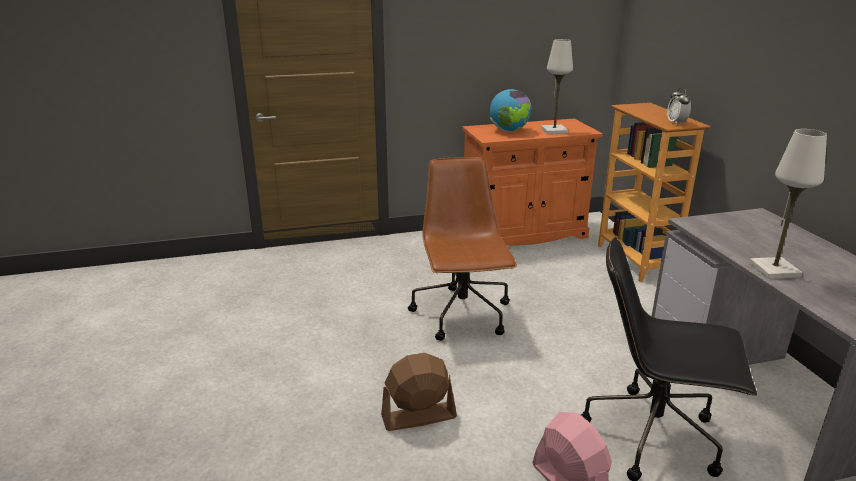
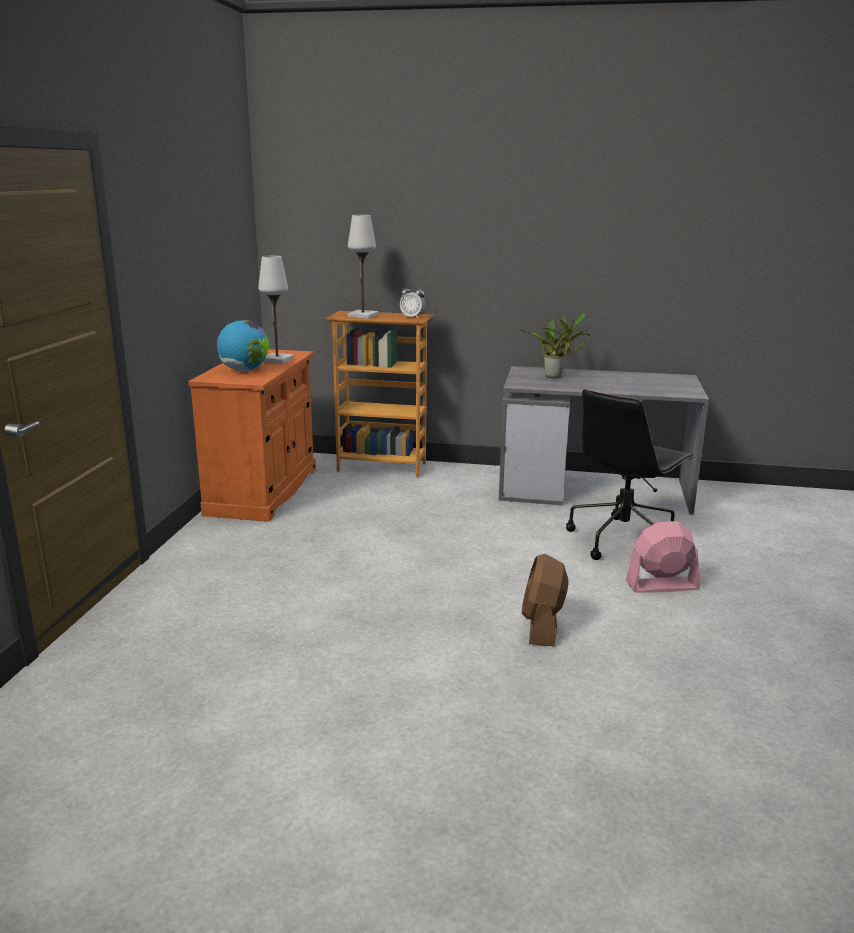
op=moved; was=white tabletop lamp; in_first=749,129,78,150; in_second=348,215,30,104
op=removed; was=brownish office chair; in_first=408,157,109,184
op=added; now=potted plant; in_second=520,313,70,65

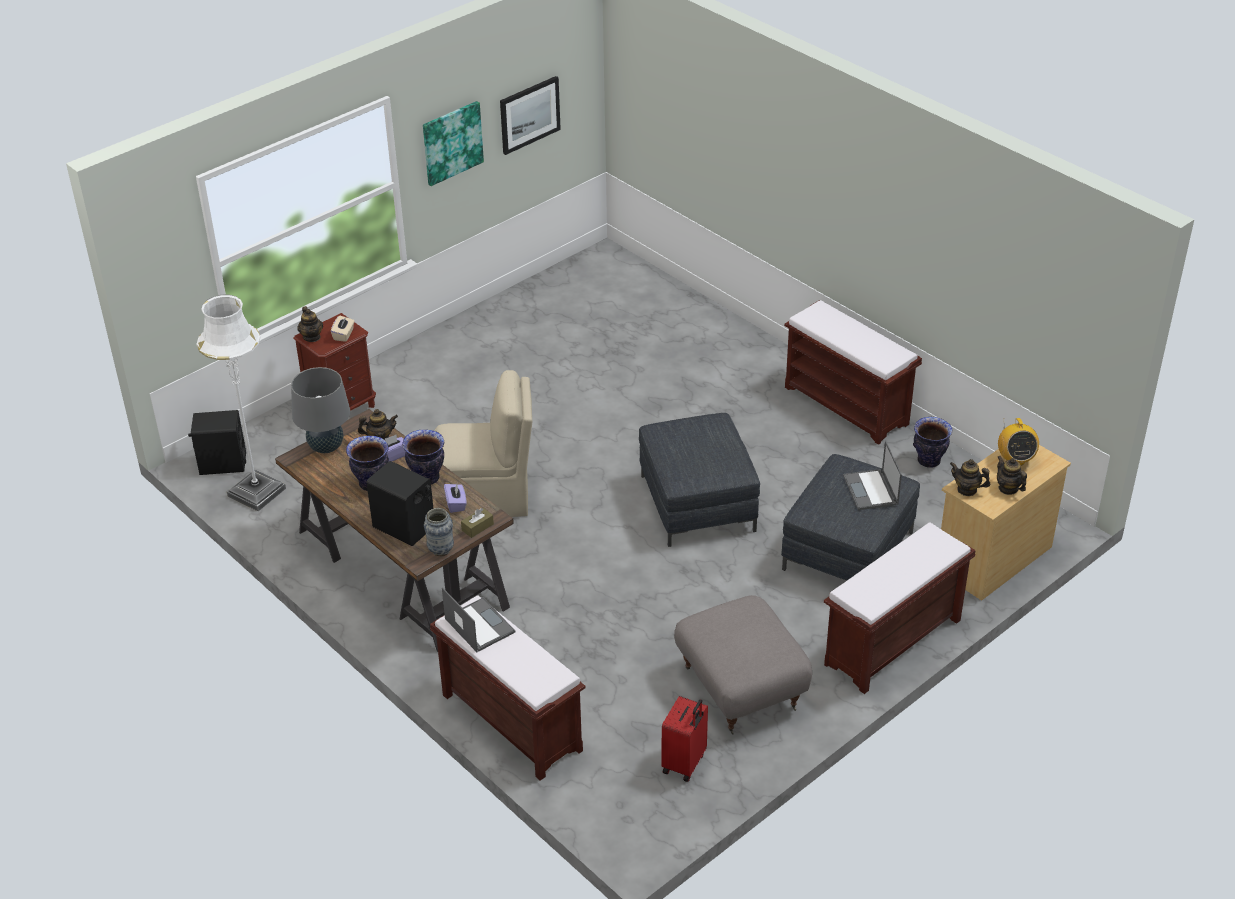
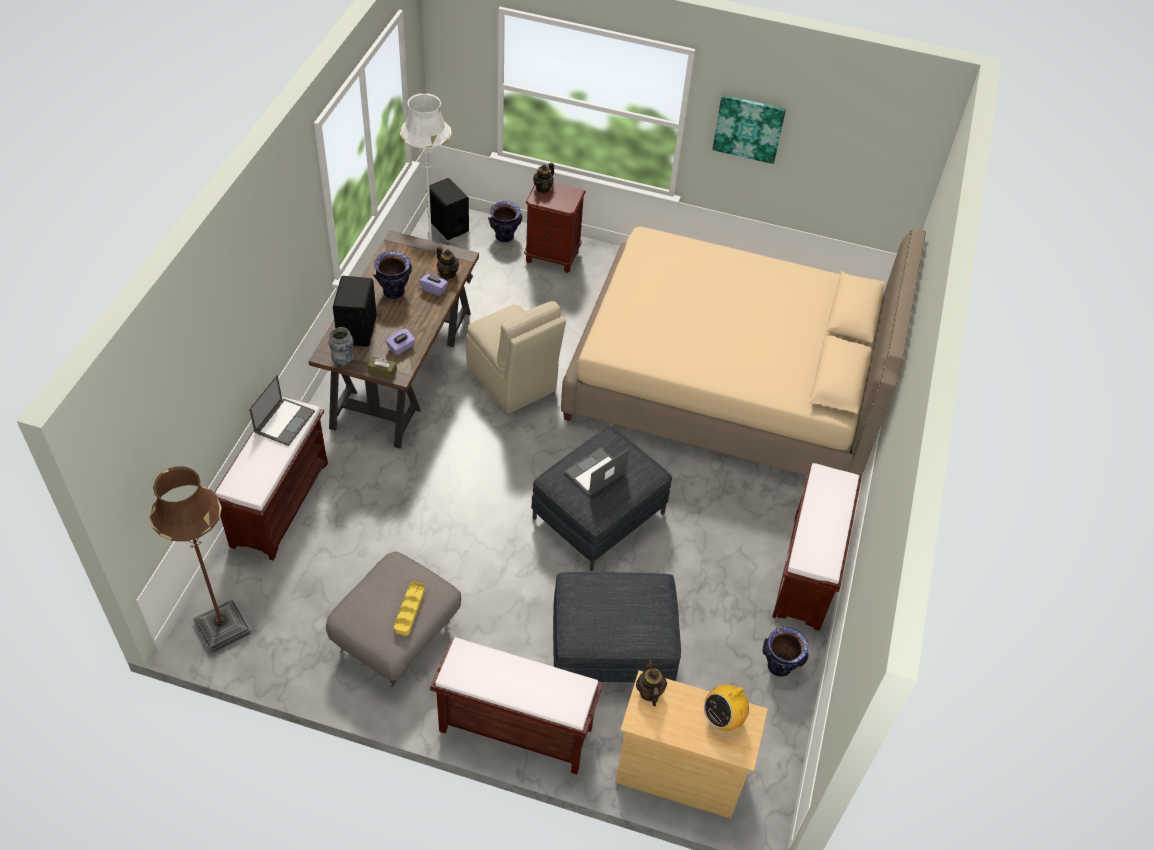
op=removed; was=wall picture; in_first=500,76,61,79
op=removed; was=sand-coloured tissue holder; in_first=331,316,23,26
op=removed; was=greyish tabletop lamp; in_first=291,367,59,86
op=moved; was=flower vase; in_first=402,429,42,55; in_second=488,201,34,41
op=moved; was=portable computer; in_first=843,441,59,69; in_second=564,447,65,50
op=removed; was=tea pot; in_first=997,456,30,39
op=removed; was=reddish travel case; in_first=662,696,46,86
op=added; now=sand-coloured bed; in_second=561,227,365,248
op=added; now=brownish standard lamp; in_second=149,466,103,188
op=added; now=yellowish tray; in_second=394,582,31,54

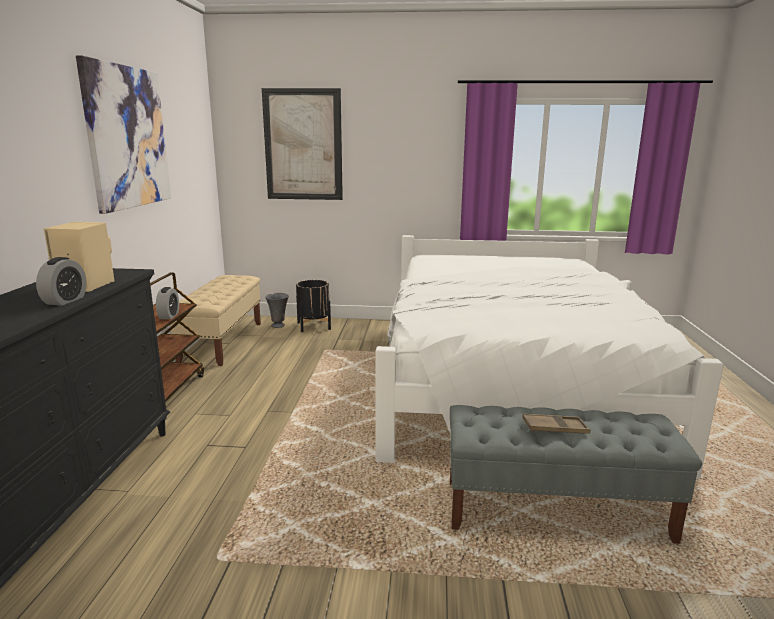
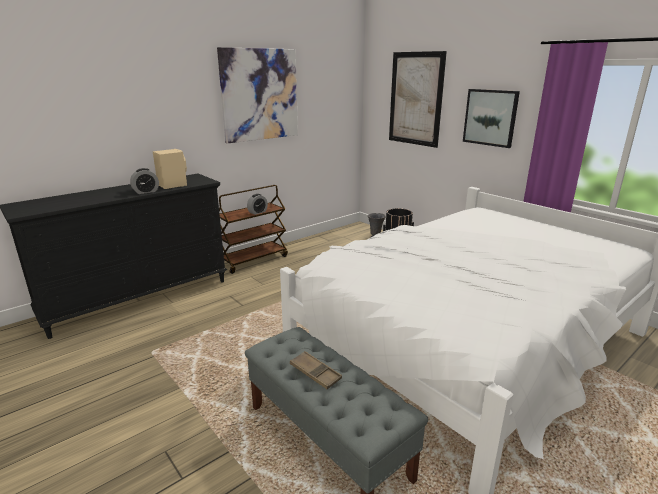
op=removed; was=sand-coloured indoor bench; in_first=170,275,91,91
op=added; now=wall picture; in_second=463,89,57,59

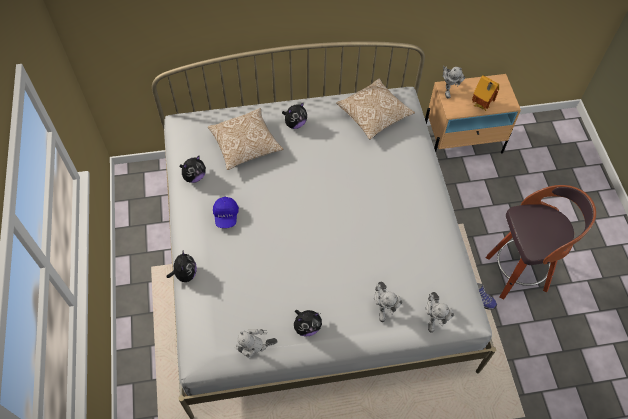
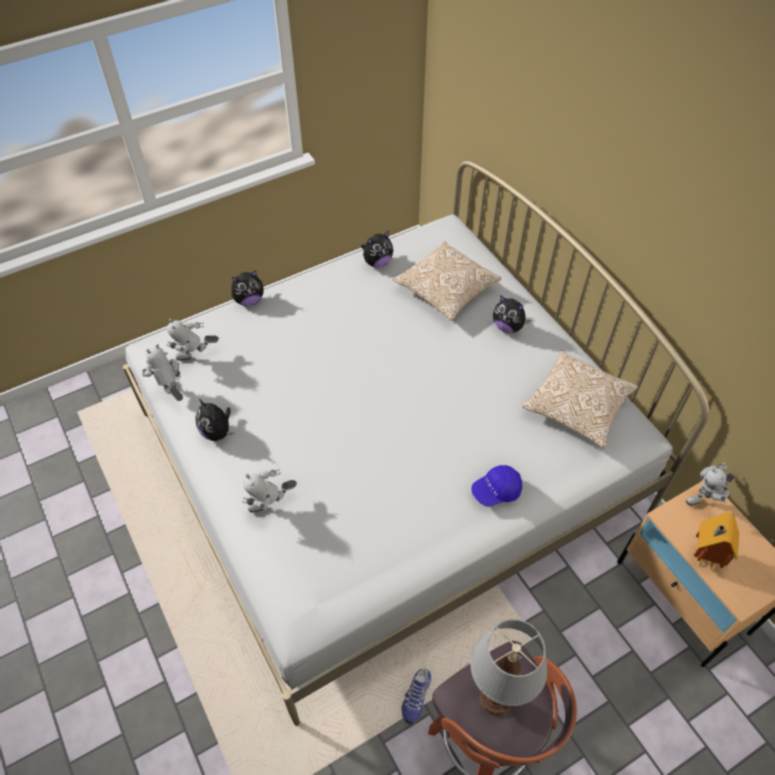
op=turned; was=soft toy; in_first=180,156,26,27; in_second=361,231,32,36; clockwise=-60
op=moved; was=blue-coloured baseball cap; in_first=213,197,26,31; in_second=471,465,51,42
op=moved; was=robot figure; in_first=425,292,29,41; in_second=166,319,53,41
op=added; now=tabletop lamp; in_second=470,619,78,97

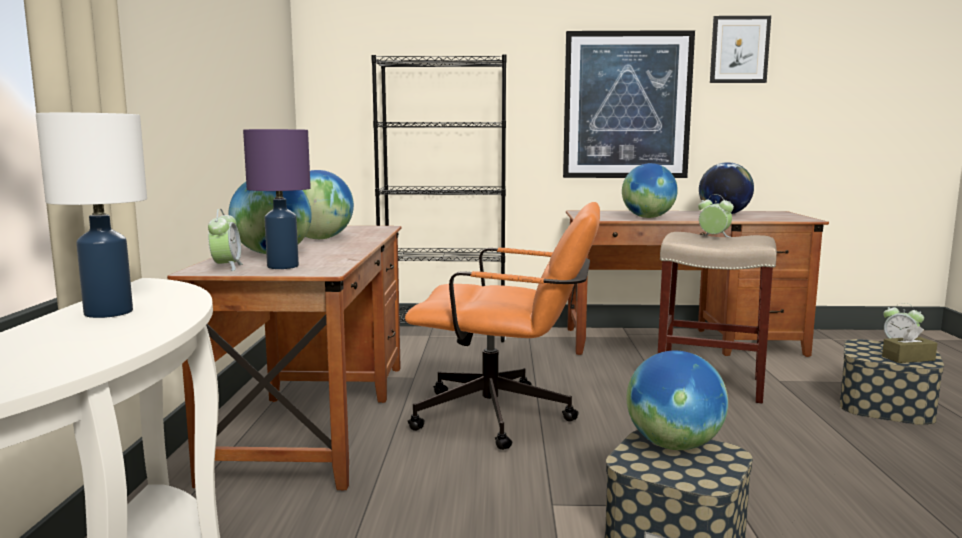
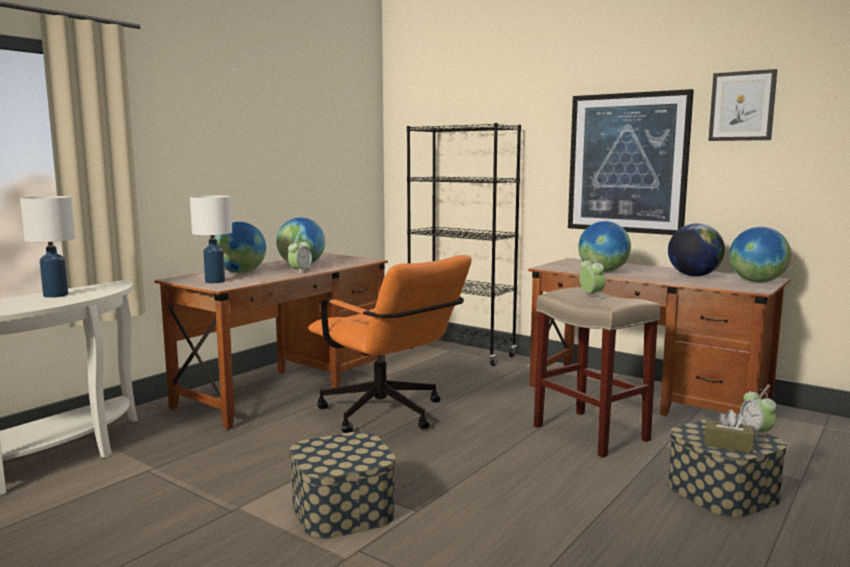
op=recoloured; was=purple-coloured tabletop lamp; now=white tabletop lamp; in_first=243,129,68,140; in_second=190,196,42,87
op=moved; was=bedside clock; in_first=208,209,35,62; in_second=288,238,24,36
op=moved; was=world globe; in_first=627,351,101,99; in_second=729,227,62,55

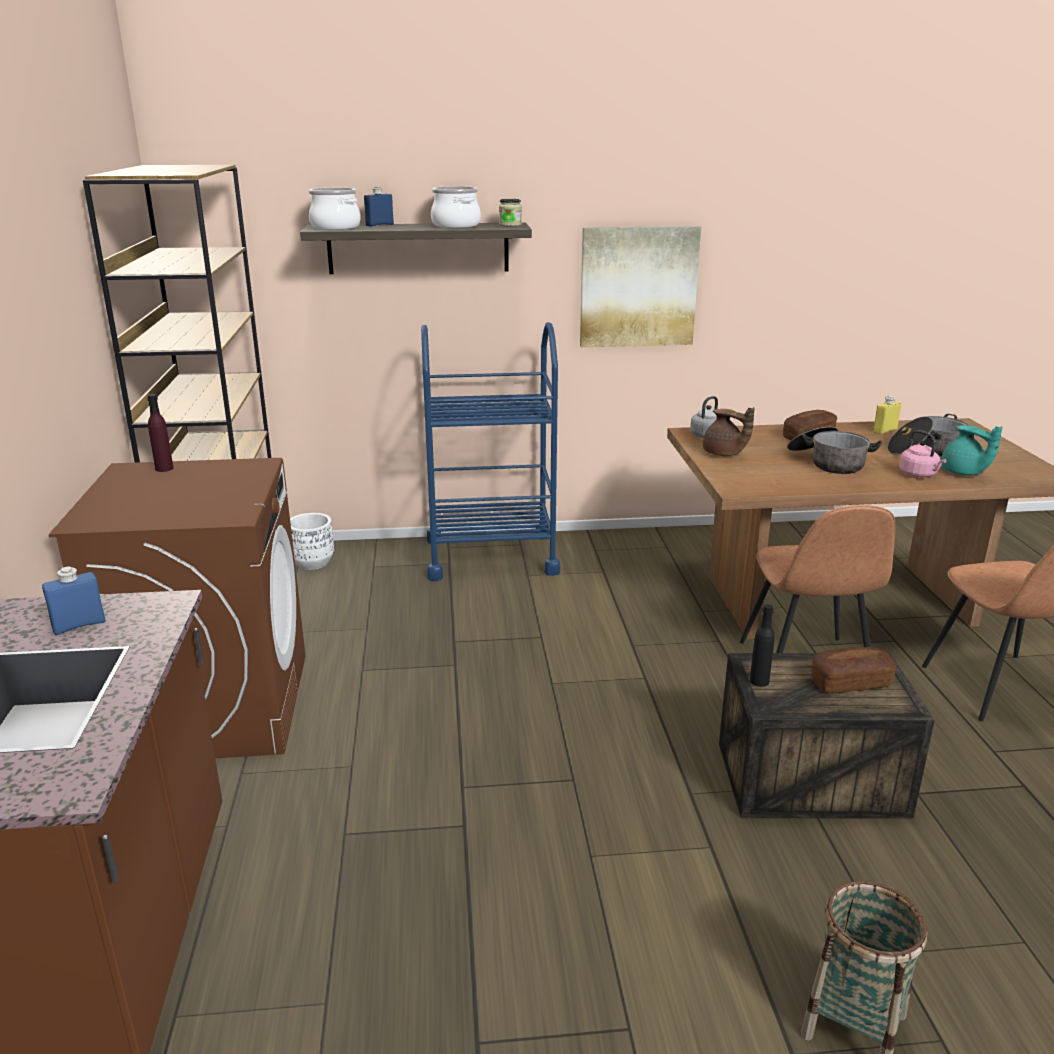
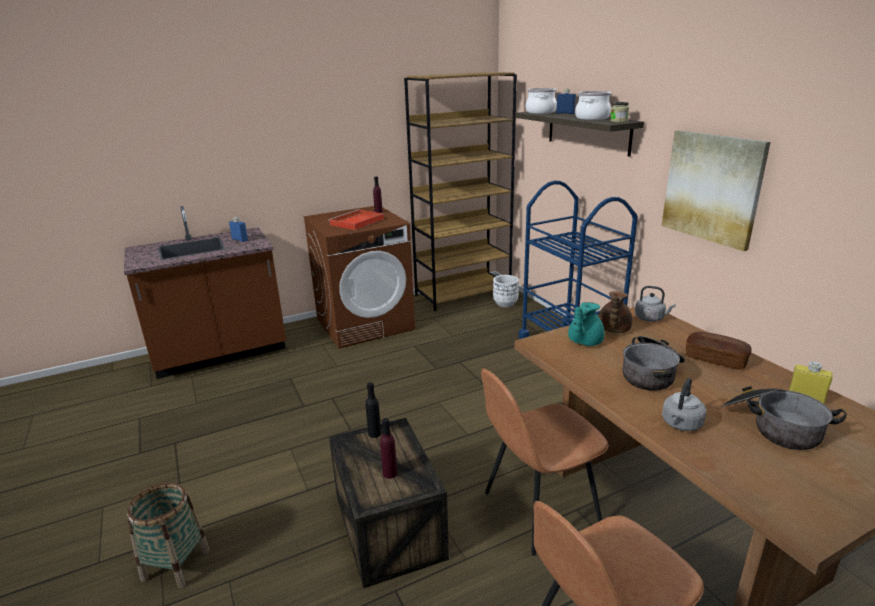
op=moved; was=turquoise tea pot; in_first=941,425,62,51; in_second=568,302,37,44
op=recoloured; was=pinkish water kettle; now=greyish water kettle; in_first=899,430,48,47; in_second=662,378,44,53
op=replaced; was=bakery bread; now=purple-coloured beverage bottle; in_first=811,647,85,46; in_second=380,418,17,61
op=added; now=reddish tray; in_second=329,209,55,21

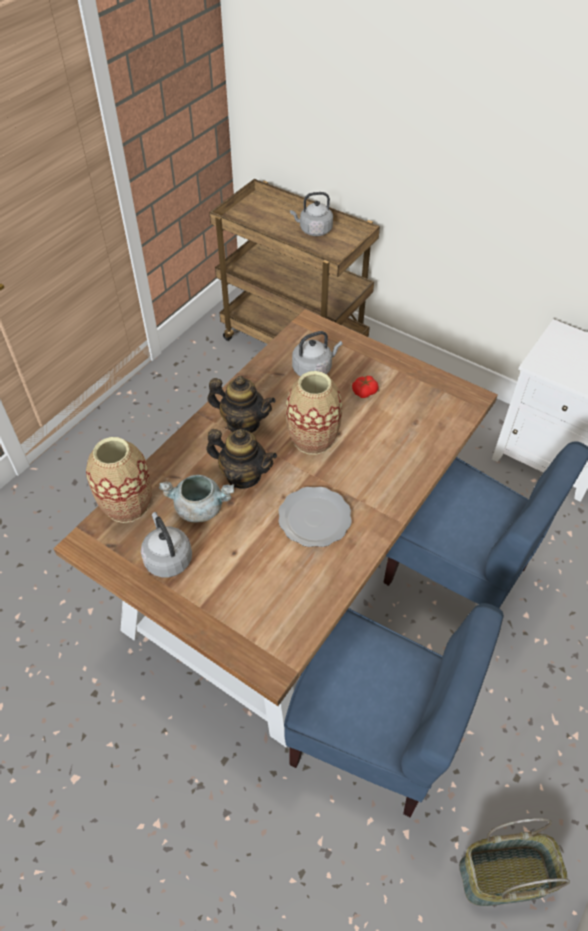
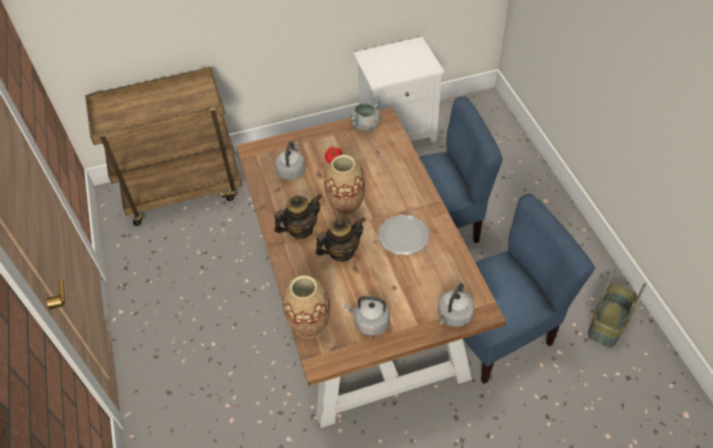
op=moved; was=greyish water kettle; in_first=290,192,43,44; in_second=438,283,37,44
op=moved; was=greyish stockpot; in_first=159,475,75,47; in_second=350,95,32,37

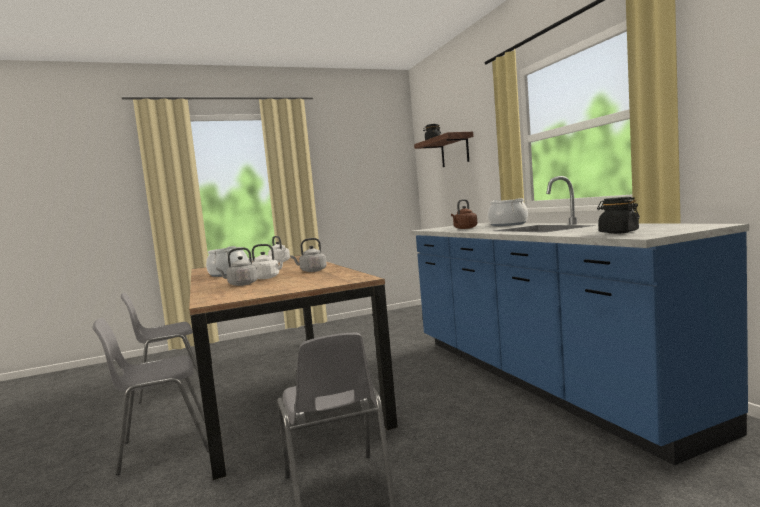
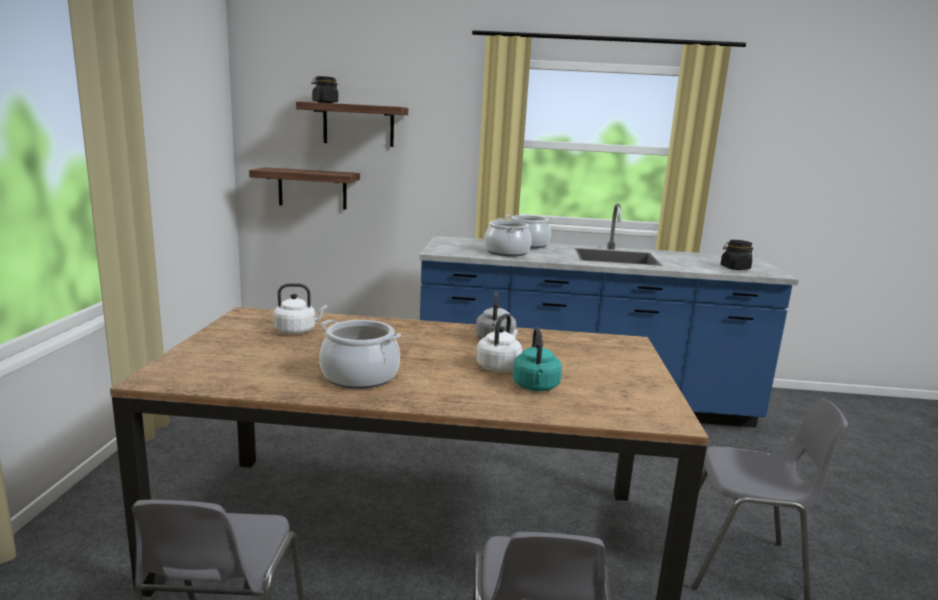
op=replaced; was=brownish water kettle; now=stockpot; in_first=451,199,26,30; in_second=484,218,48,39
op=recoloured; was=greyish water kettle; now=turquoise water kettle; in_first=216,247,42,39; in_second=513,327,49,64
op=added; now=bracket shelf; in_second=249,167,111,43

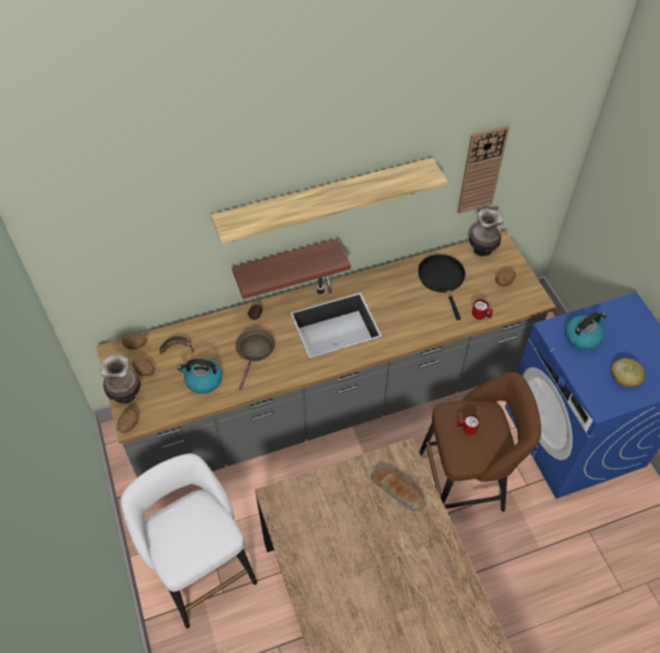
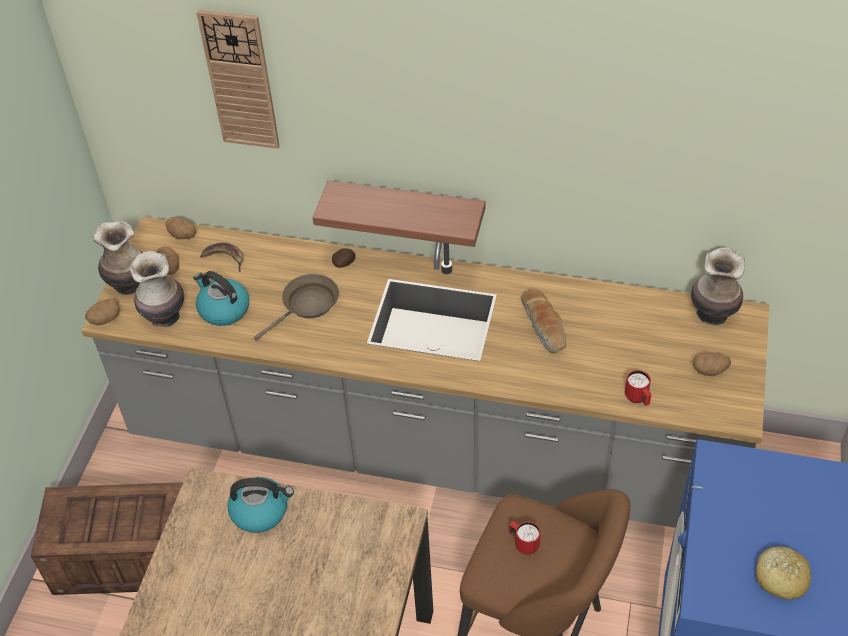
op=moved; was=wall clock; in_first=457,125,53,89; in_second=196,9,84,140
op=removed; was=bracket shelf; in_first=211,157,237,87
op=removed; was=black-coloured pan; in_first=418,254,48,66
op=moved; was=water kettle; in_first=565,312,41,38; in_second=227,477,67,56
op=replaced; was=white sitting stool; now=shipping crate; in_first=120,454,137,175; in_second=31,482,152,113
op=moved; was=bakery bread; in_first=371,468,55,43; in_second=521,289,46,64
op=added; now=flower vase; in_second=129,251,56,76

